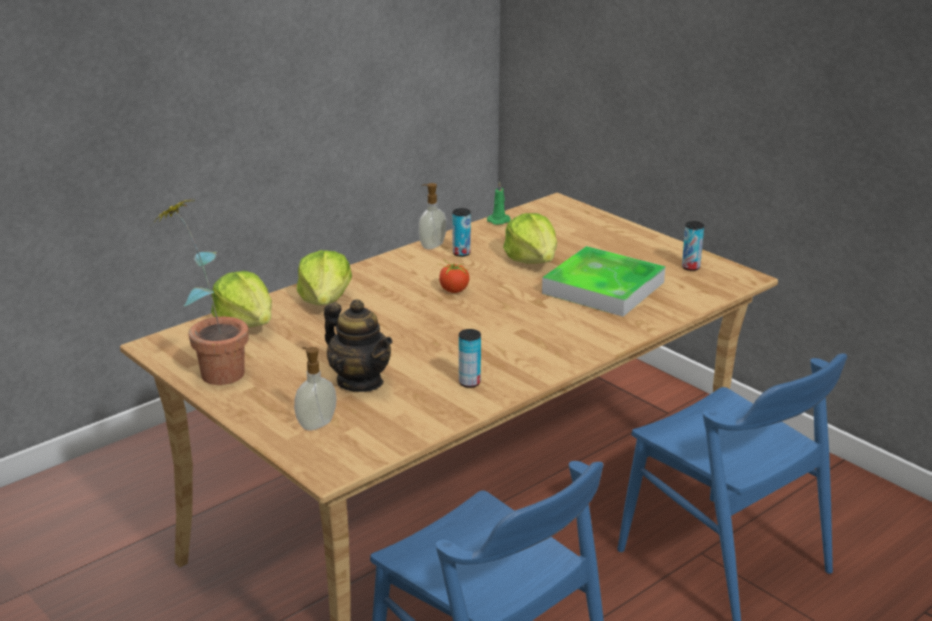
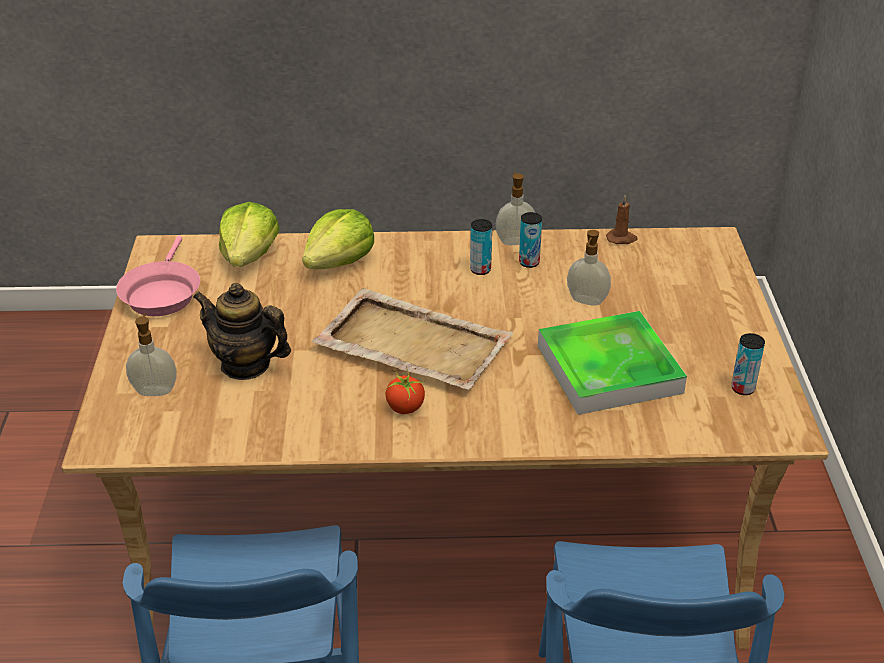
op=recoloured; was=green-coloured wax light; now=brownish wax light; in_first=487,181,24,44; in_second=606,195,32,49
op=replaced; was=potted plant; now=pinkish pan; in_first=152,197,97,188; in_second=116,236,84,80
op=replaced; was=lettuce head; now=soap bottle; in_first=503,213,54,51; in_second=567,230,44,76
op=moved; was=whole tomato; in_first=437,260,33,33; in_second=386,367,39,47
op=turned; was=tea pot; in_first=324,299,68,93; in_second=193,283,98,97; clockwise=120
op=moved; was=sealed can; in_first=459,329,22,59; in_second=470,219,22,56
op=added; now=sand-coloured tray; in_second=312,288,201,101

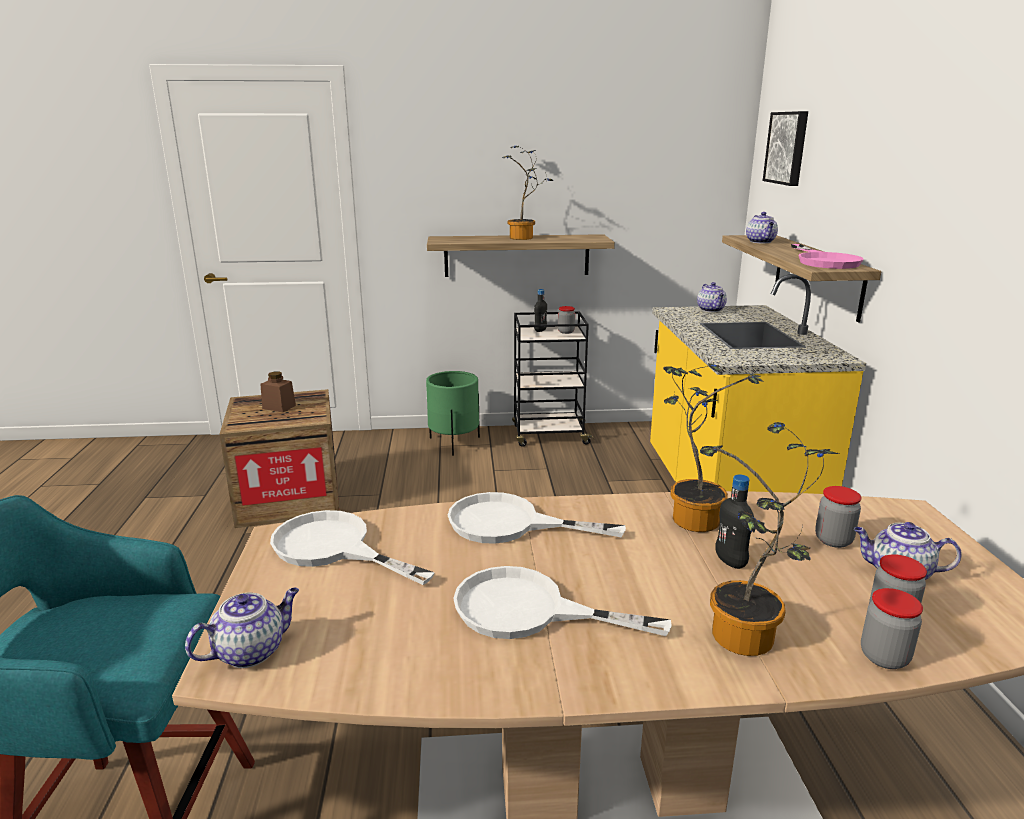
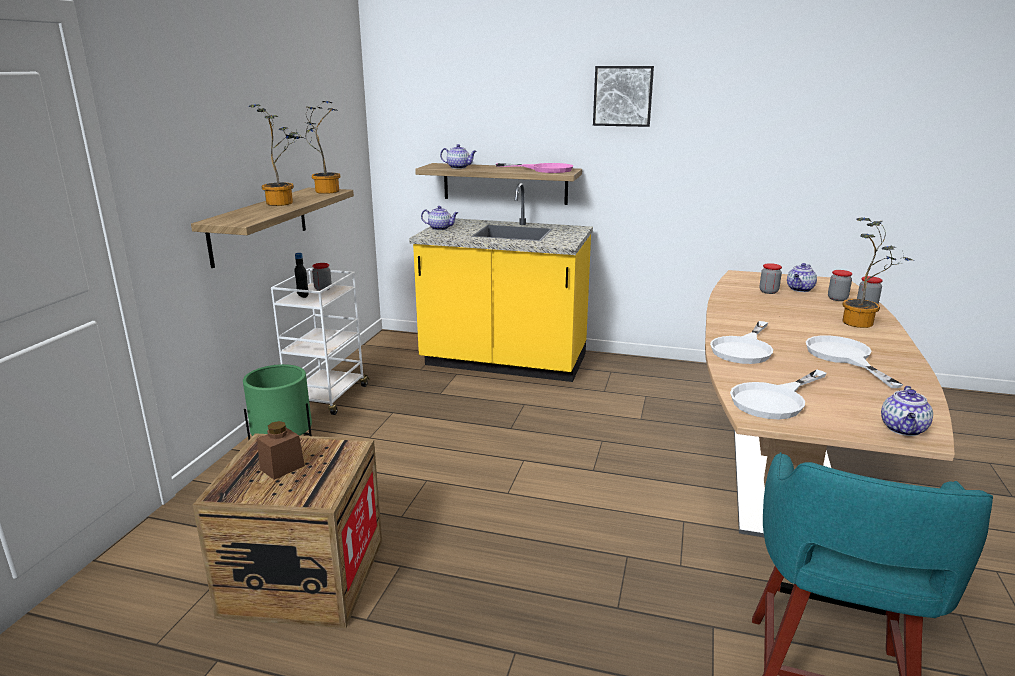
op=moved; was=wall picture; in_first=763,111,45,75; in_second=593,66,61,61
op=recoloured; was=black-coloured trolley; now=white trolley; in_first=512,312,82,135; in_second=271,268,98,147
op=moved; was=potted plant; in_first=663,362,101,170; in_second=289,101,51,93
op=removed; was=black-coloured beverage bottle; in_first=715,474,39,95
op=turned; was=white pan; in_first=453,566,219,73; in_second=806,336,97,52; clockwise=135
op=turned; was=tea pot; in_first=185,588,114,80; in_second=881,386,52,50; clockwise=-135

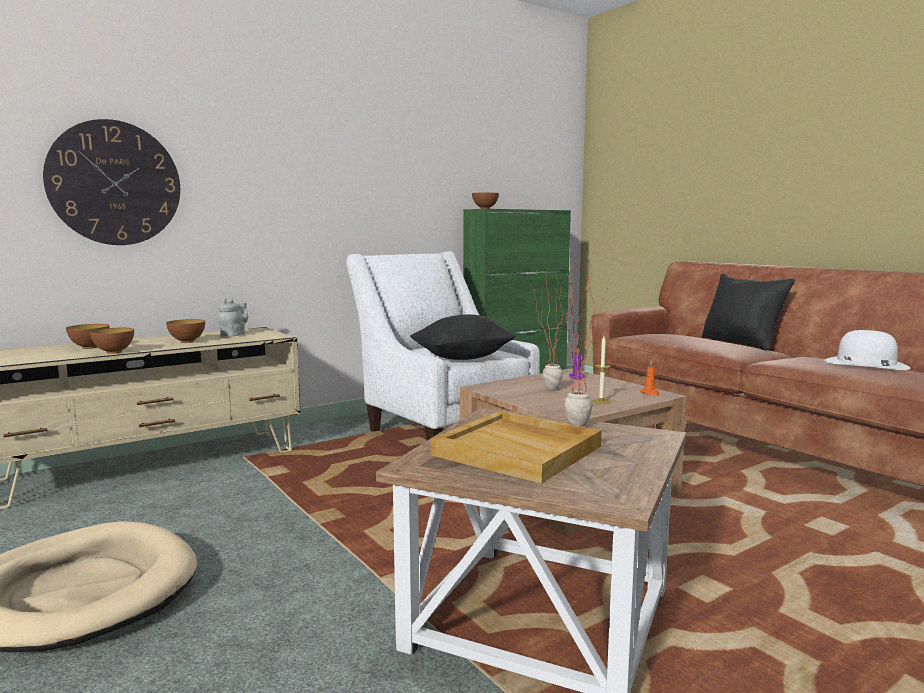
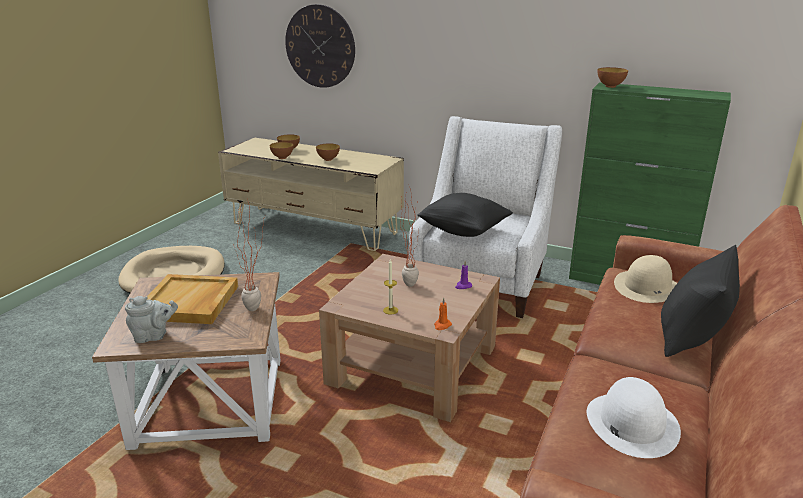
op=moved; was=greyish tea pot; in_first=218,297,30,39; in_second=125,296,53,47
op=added; now=sand-coloured clothing hat; in_second=614,255,63,48

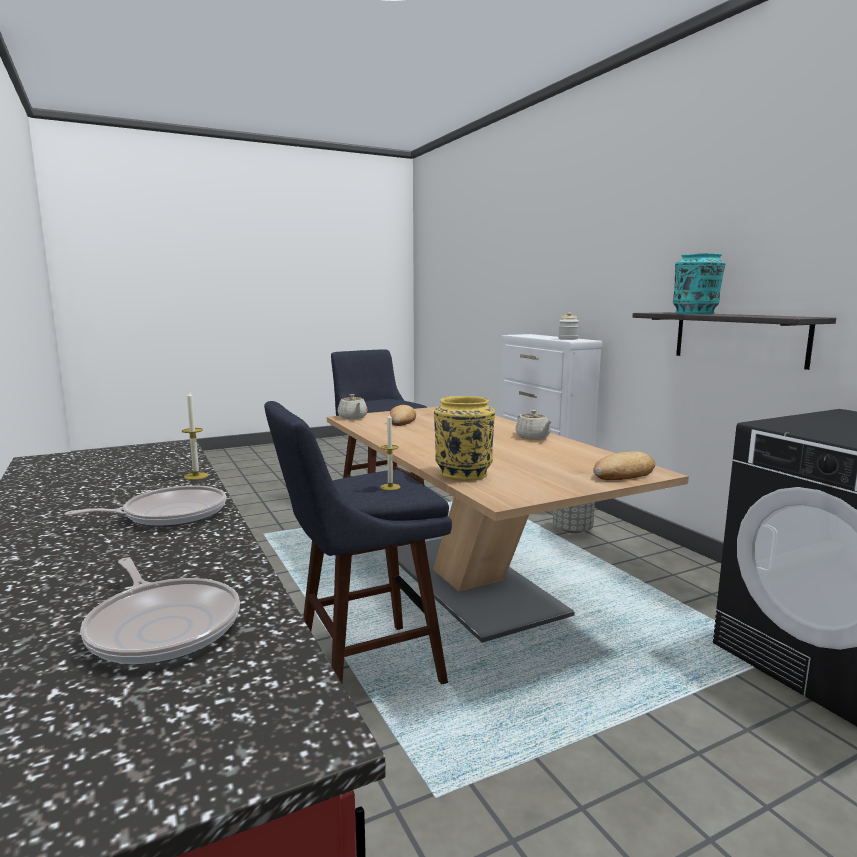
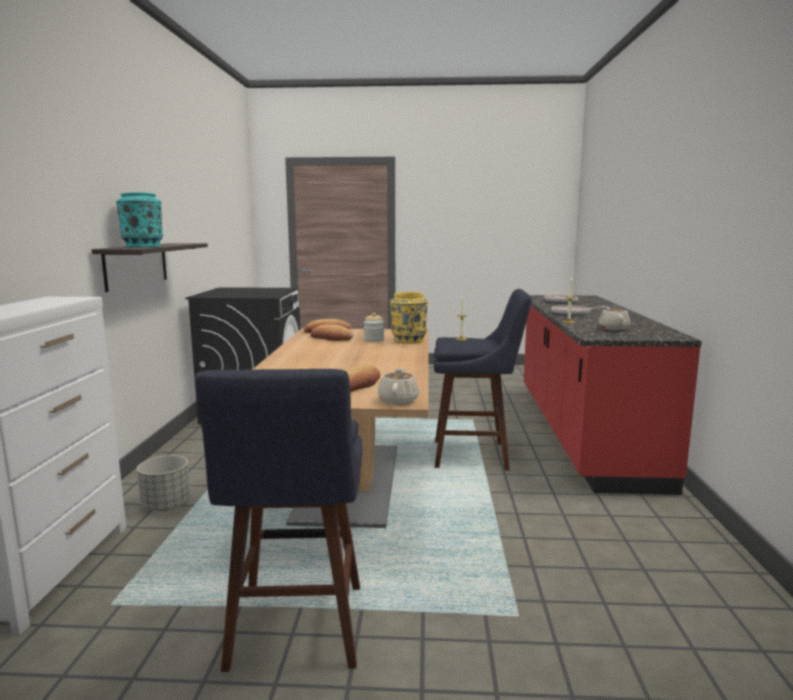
op=moved; was=storage jar; in_first=558,312,21,28; in_second=364,313,20,29
op=moved; was=sand-coloured tea pot; in_first=516,410,36,29; in_second=598,305,32,25
op=added; now=bakery bread; in_second=311,325,42,16

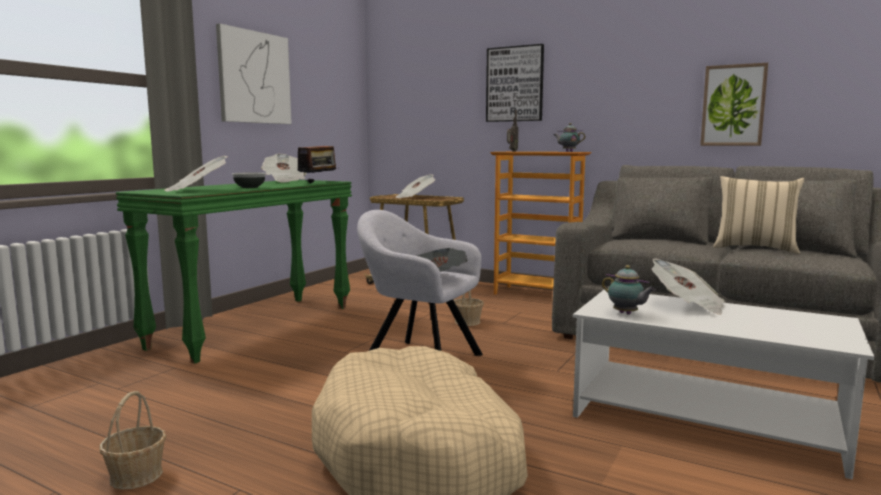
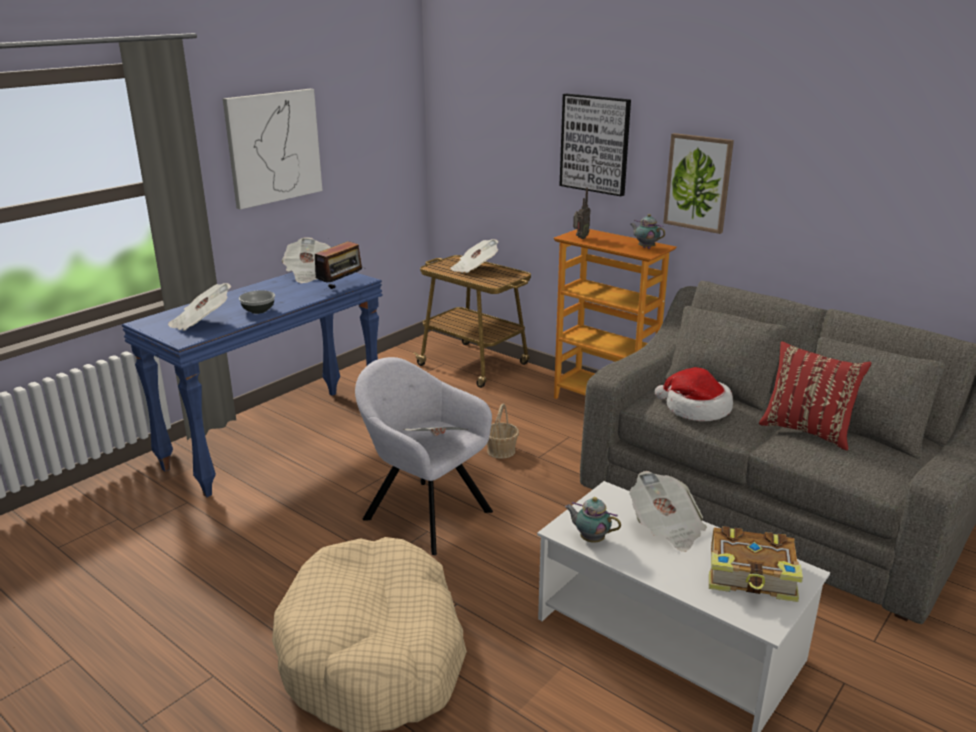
op=moved; was=wall picture; in_first=700,63,68,83; in_second=663,133,71,101
op=recoloured; was=sand-coloured pillow; now=reddish pillow; in_first=713,176,91,78; in_second=759,341,112,109
op=recoloured; was=green-coloured narrow table; now=blue-coloured narrow table; in_first=116,180,236,183; in_second=122,272,261,225
op=turned; was=tea pot; in_first=602,265,54,50; in_second=565,497,56,46; clockwise=150
op=removed; was=storage basket; in_first=99,391,67,99
op=added; now=clothing hat; in_second=655,367,78,54
op=added; now=bound book; in_second=709,526,94,76

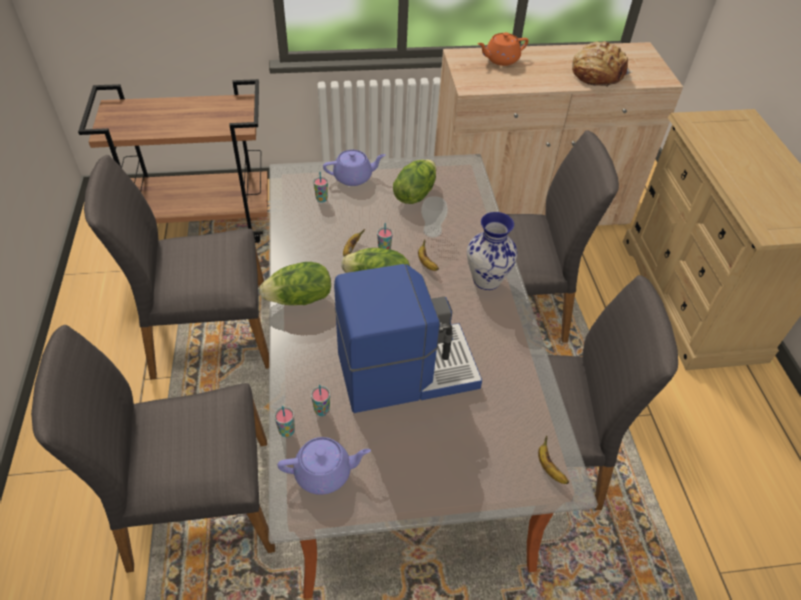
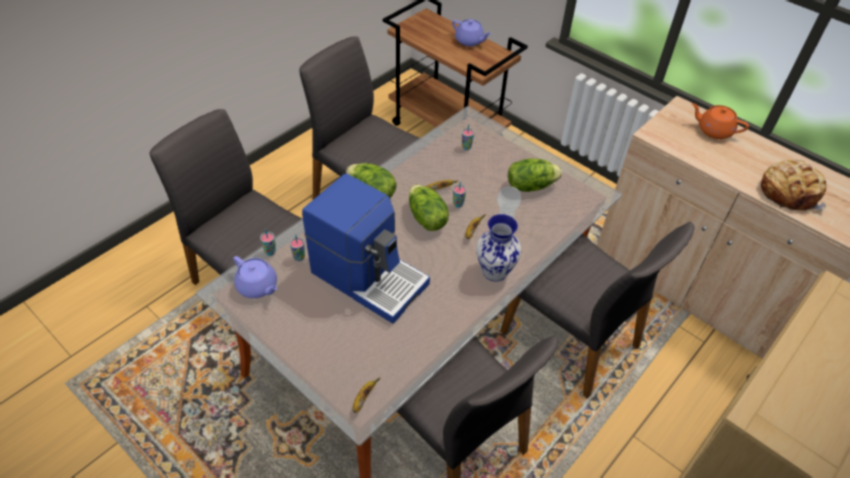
op=moved; was=purple-coloured tea pot; in_first=323,150,62,36; in_second=452,19,39,27

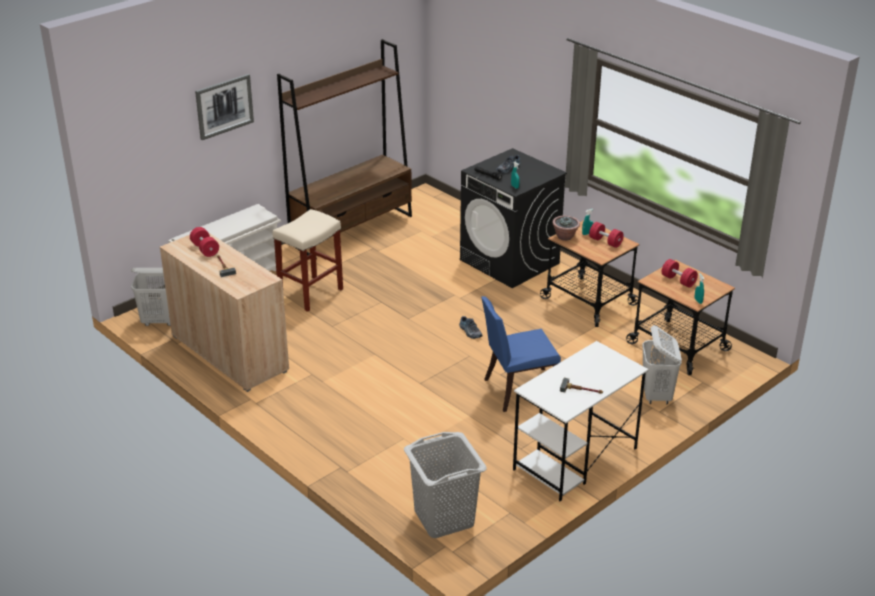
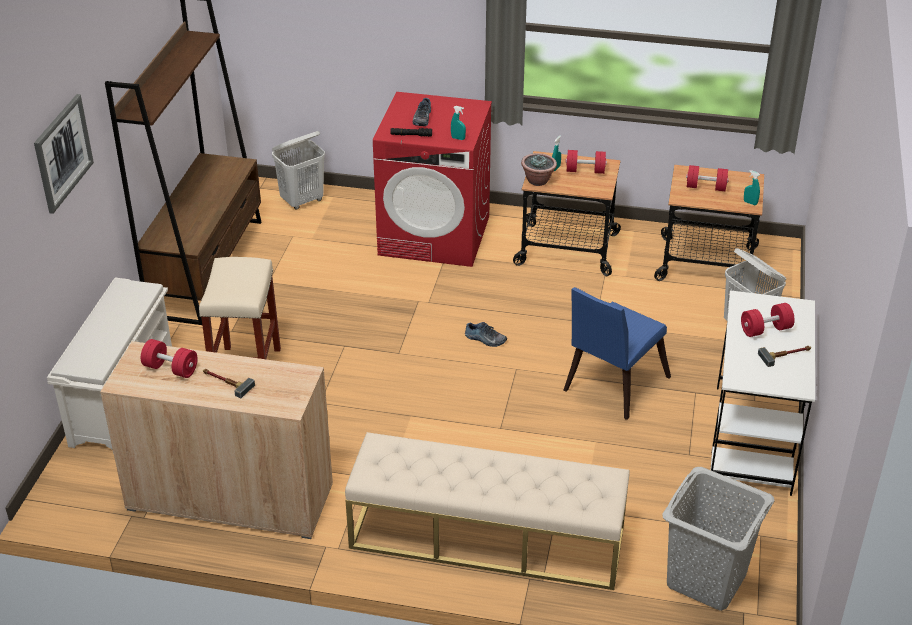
op=recoloured; was=black-coloured washing machine; now=reddish washing machine; in_first=460,148,107,140; in_second=373,92,119,175
op=moved; was=white washing basket; in_first=131,268,40,58; in_second=272,131,53,79
op=added; now=reddish dumbbell; in_second=741,303,54,34
op=added; now=sand-coloured indoor bench; in_second=345,432,285,158

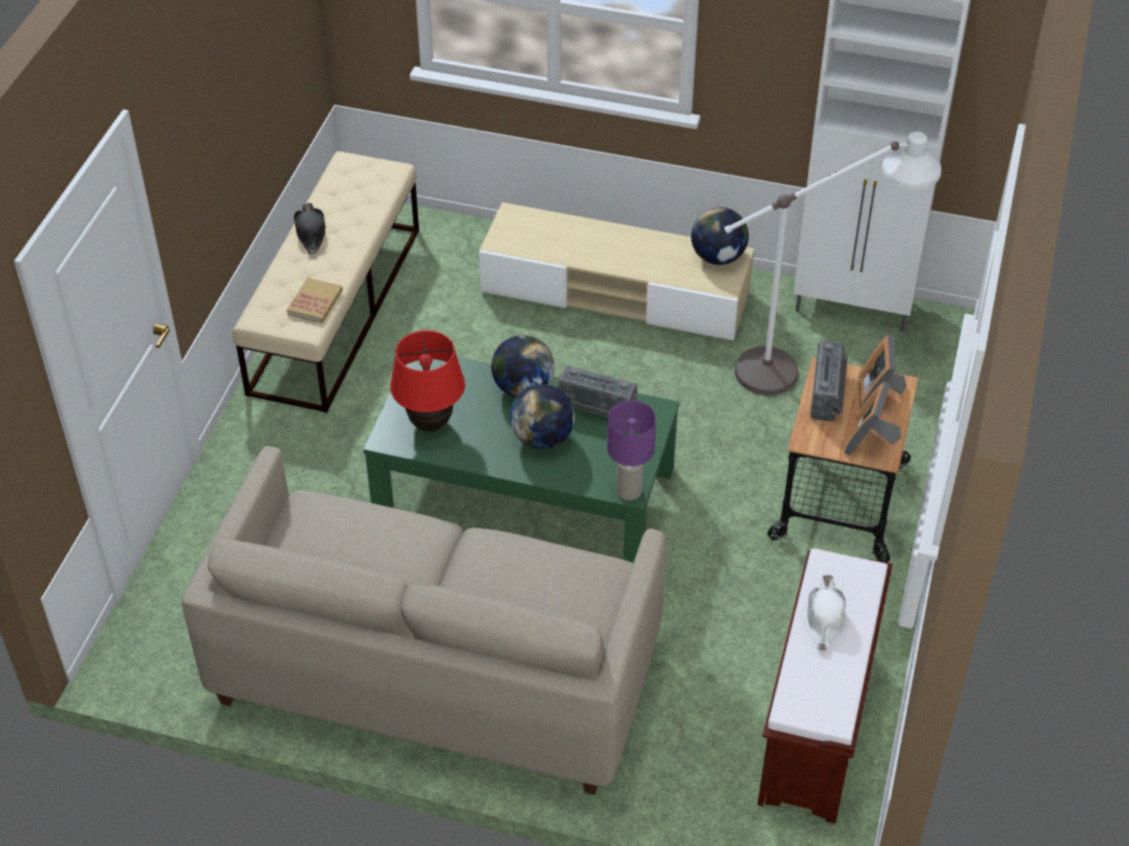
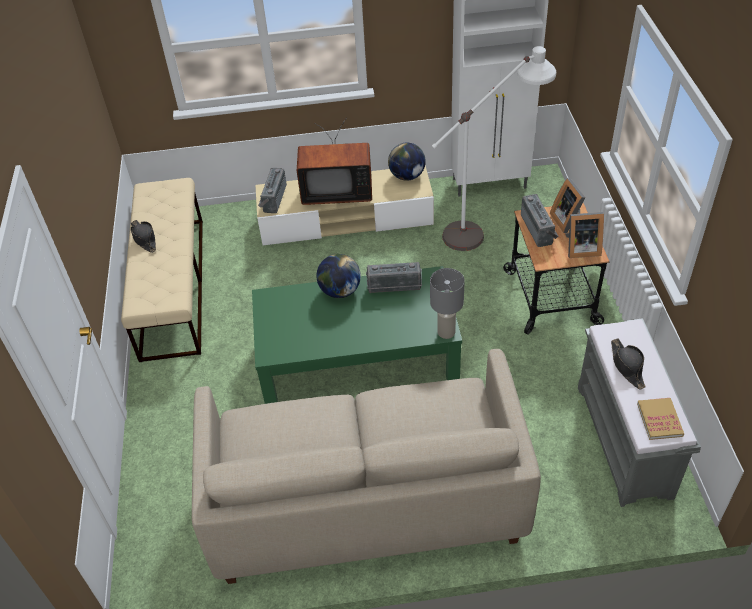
op=moved; was=bound book; in_first=287,278,56,45; in_second=637,398,47,42
op=removed; was=reddish tabletop lamp; in_first=390,330,75,102
op=turned; was=photo frame; in_first=844,381,57,75; in_second=565,212,39,46; clockwise=-90
op=removed; was=world globe; in_first=510,384,65,65
op=recoloured; was=purple-coloured tabletop lamp; now=greyish tabletop lamp; in_first=607,400,49,100; in_second=430,268,35,71
op=recoloured; was=brownish indoor bench; now=greyish indoor bench; in_first=757,548,136,276; in_second=578,318,123,189
op=recoloured; was=white clothing hat; now=black-coloured clothing hat; in_first=807,575,39,76; in_second=611,338,35,52
op=added; now=television; in_second=297,117,75,88
op=added; now=radio set; in_second=258,168,29,45

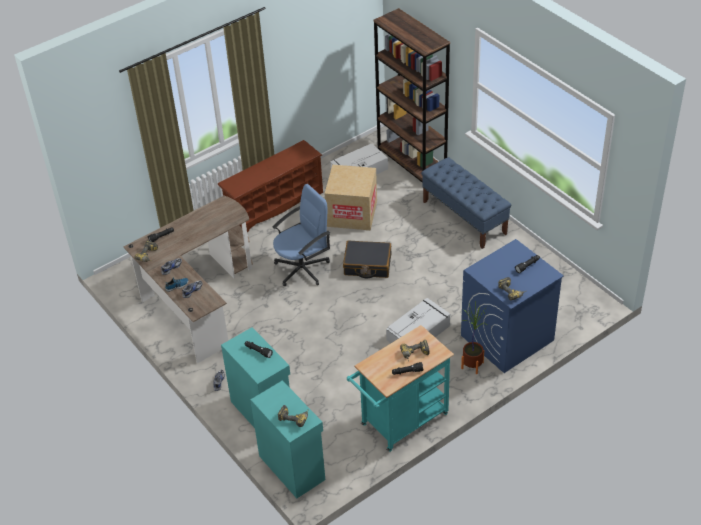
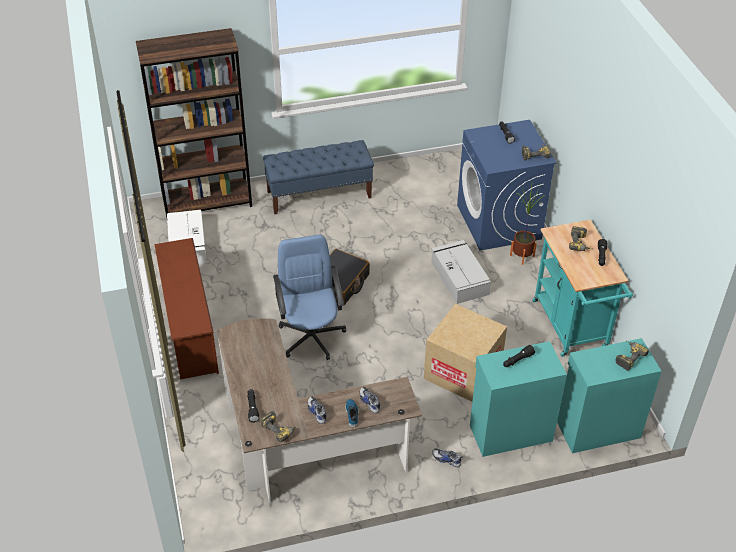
op=moved; was=packing box; in_first=324,165,53,65; in_second=424,304,83,98

